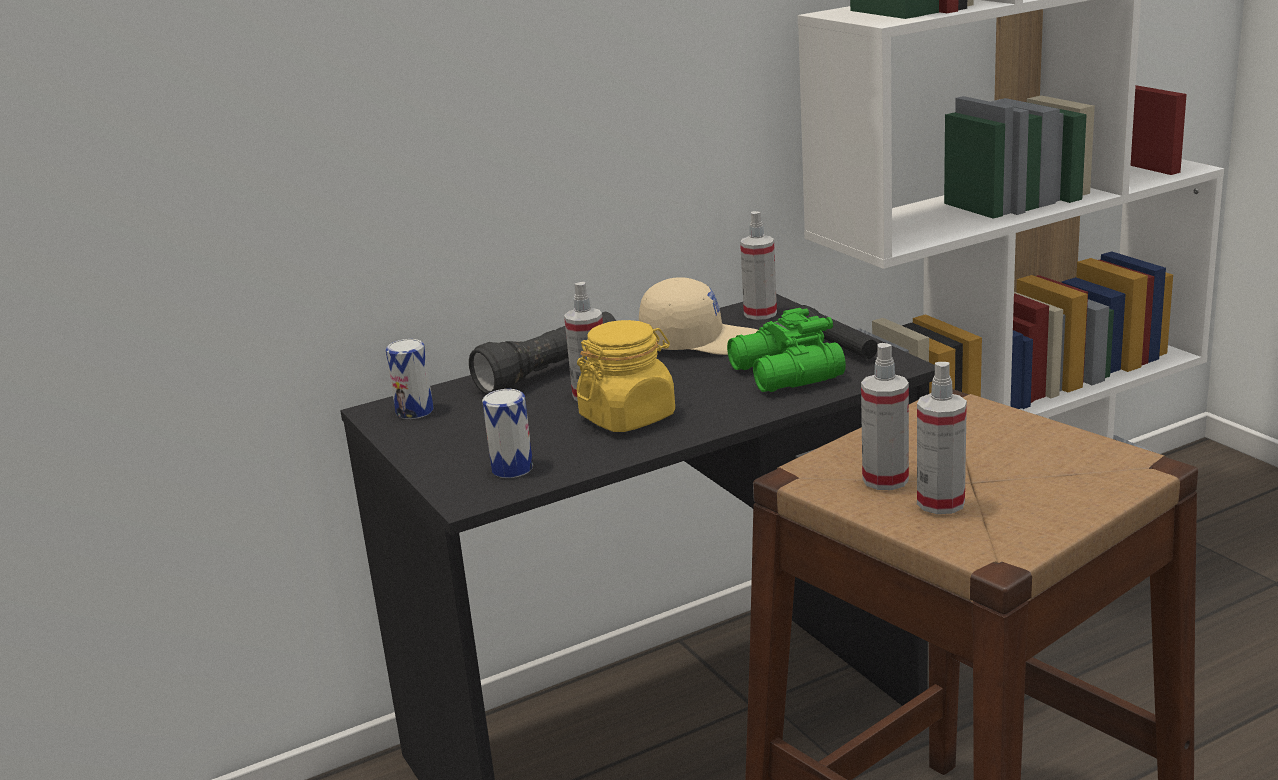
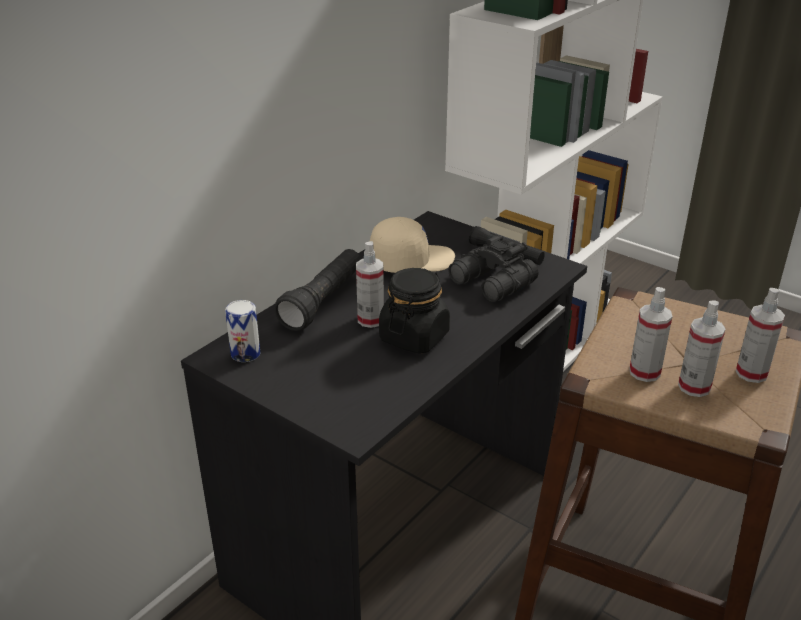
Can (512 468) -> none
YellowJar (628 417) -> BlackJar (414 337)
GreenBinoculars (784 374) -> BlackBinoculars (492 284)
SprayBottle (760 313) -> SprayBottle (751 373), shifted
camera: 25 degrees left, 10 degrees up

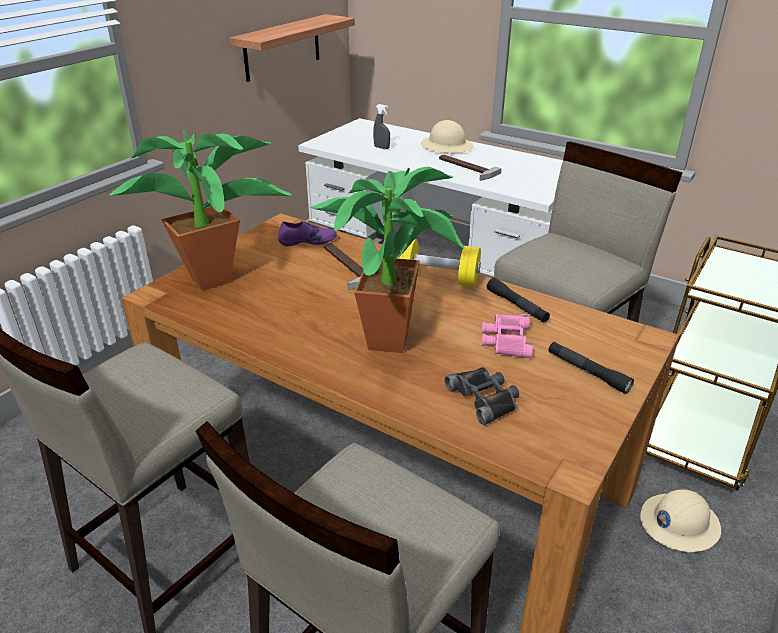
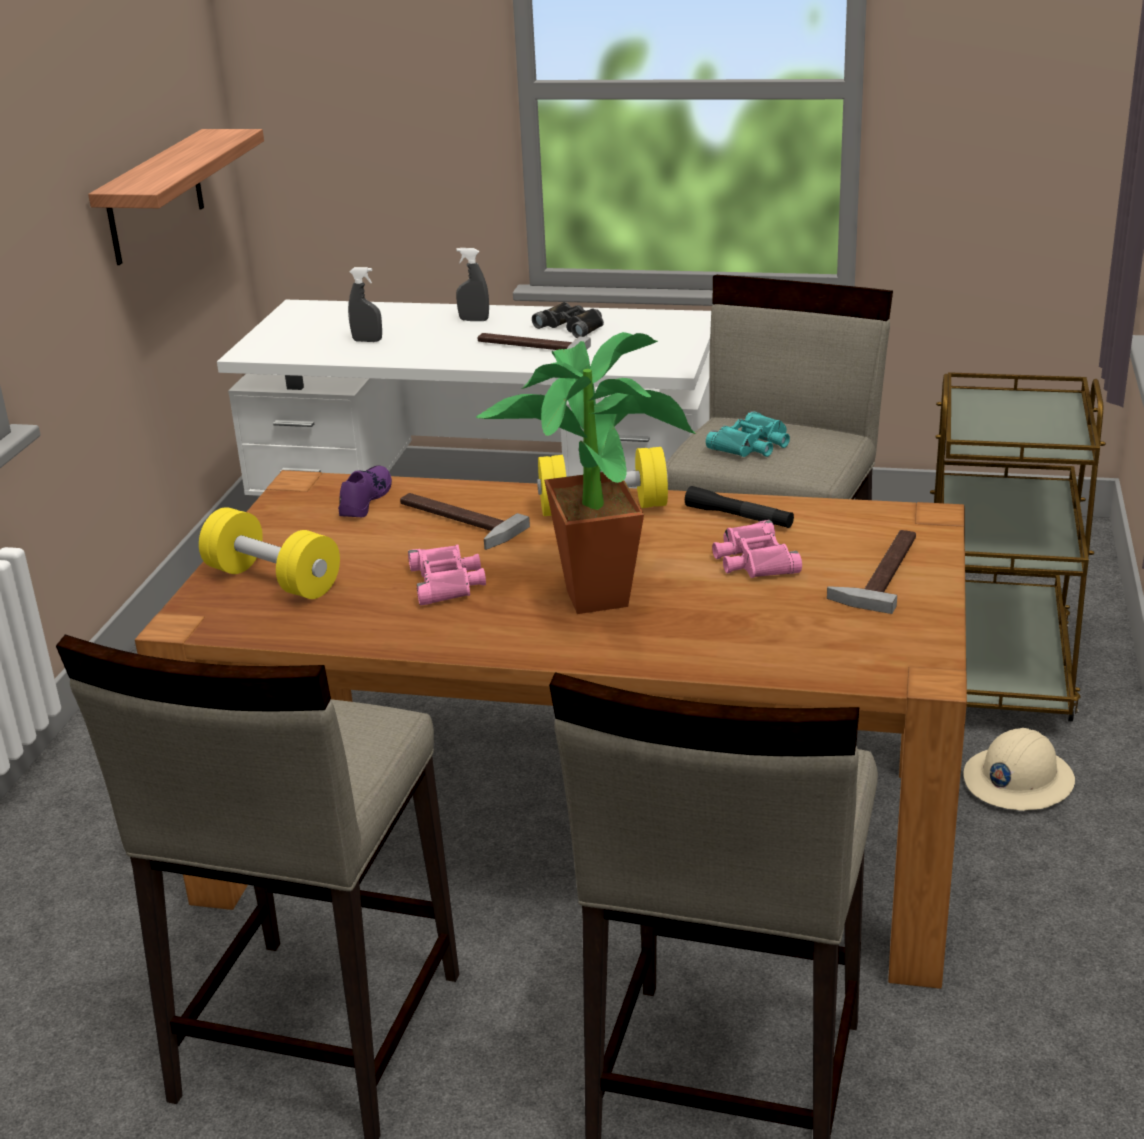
PottedPlant (220 279) -> YellowDumbbell (273 580)
PurpleShoe (307 241) -> PurpleShoe (364 500), 45 degrees counterclockwise
BeigeHardHat (447 146) -> GreySprayBottle (474 320)
BlackBinoculars (484 398) -> BlackBinoculars (572 326), shifted
BlackFlashlight (587 372) -> Hammer (879 571)
none -> PinkBinoculars (447 582)
none -> TurquoiseBinoculars (752 444)
camera: 20 degrees left, 5 degrees down

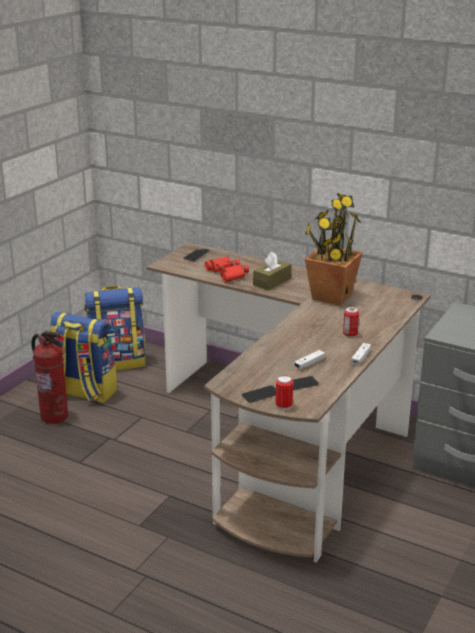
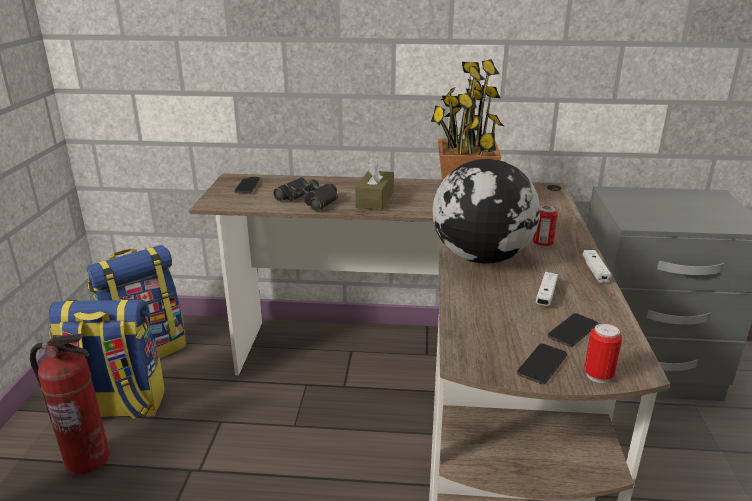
RedBinoculars (227 274) -> BlackBinoculars (308 200)
none -> Globe (482 258)
camera: 25 degrees left, 0 degrees up

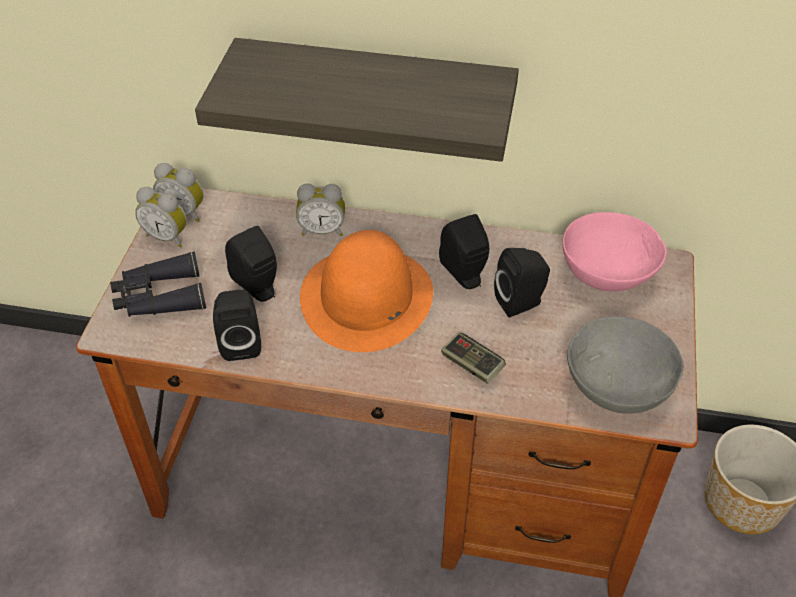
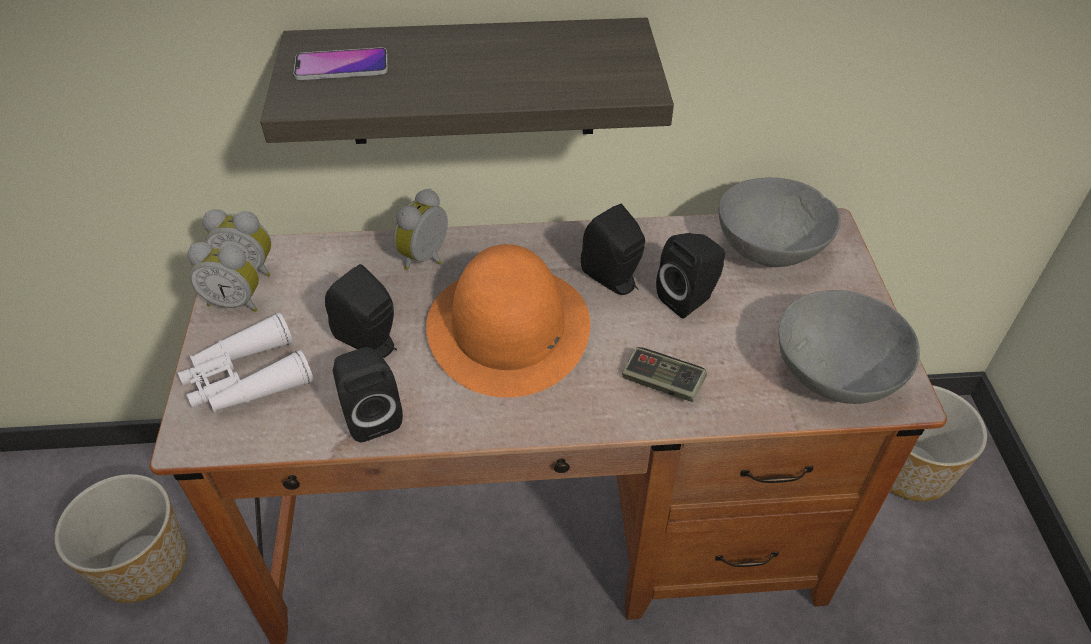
BlackBinoculars (159 297) -> WhiteBinoculars (246 379)
AlarmClock (322 230) -> AlarmClock (427 259), 135 degrees clockwise
PinkBowl (607 274) -> GreyBowl (769 248)
none -> Planter (143 562)
none -> Phone (341 66)
camera: 15 degrees left, 0 degrees up

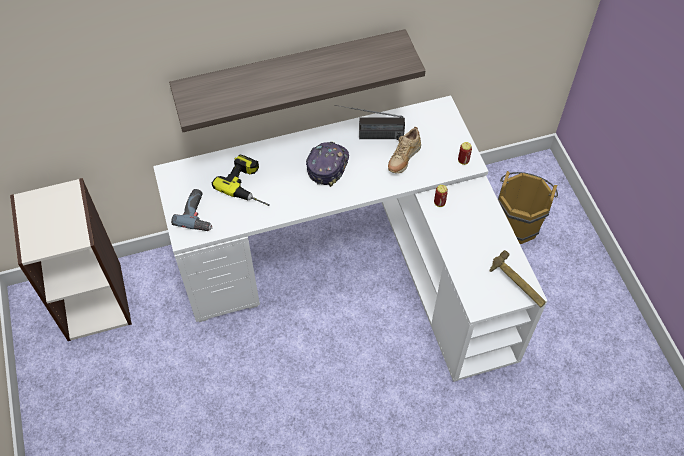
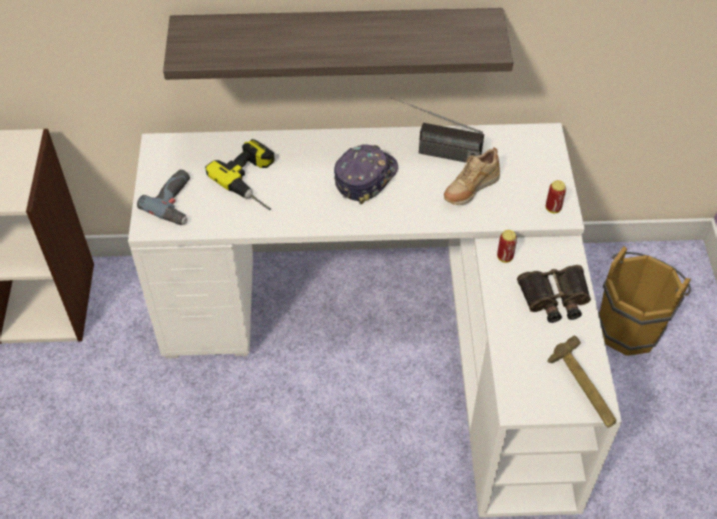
none -> Binoculars (555 298)
camera: 15 degrees right, 5 degrees down

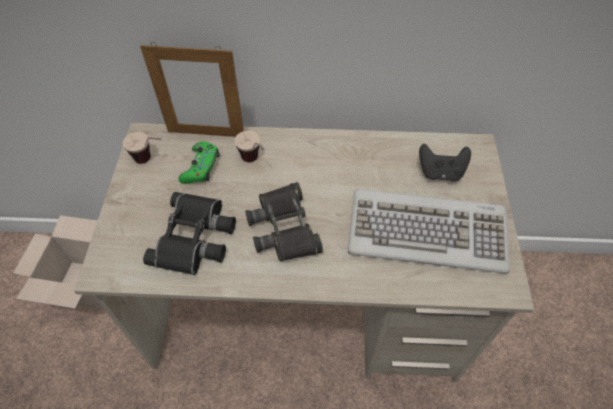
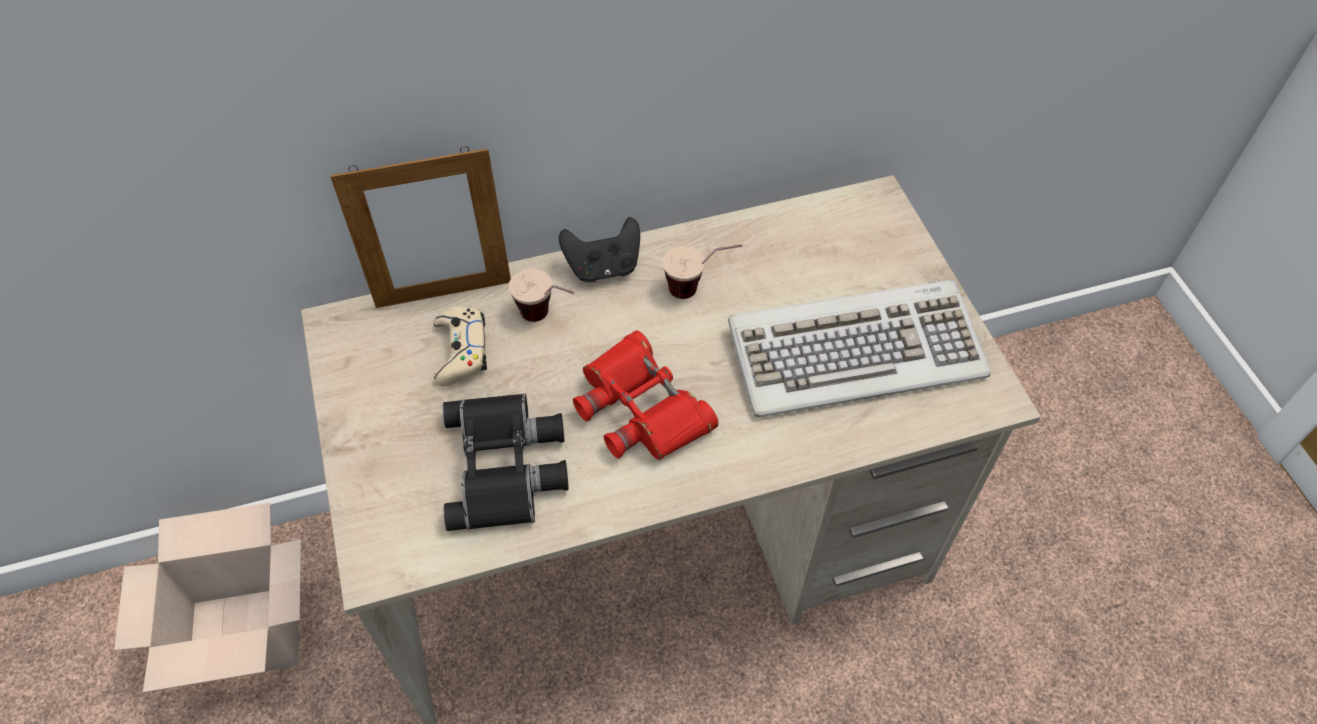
Cup (151 160) -> Cup (699 289), shifted
GreenGameController (200 167) -> BeigeGameController (461 351)
BlackBinoculars (284 228) -> RedBinoculars (641 408)
BlackGameController (440 172) -> BlackGameController (603 267), shifted
camera: 20 degrees left, 0 degrees up

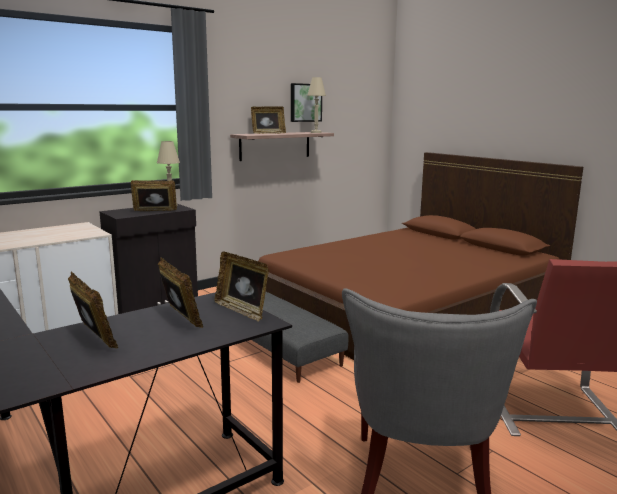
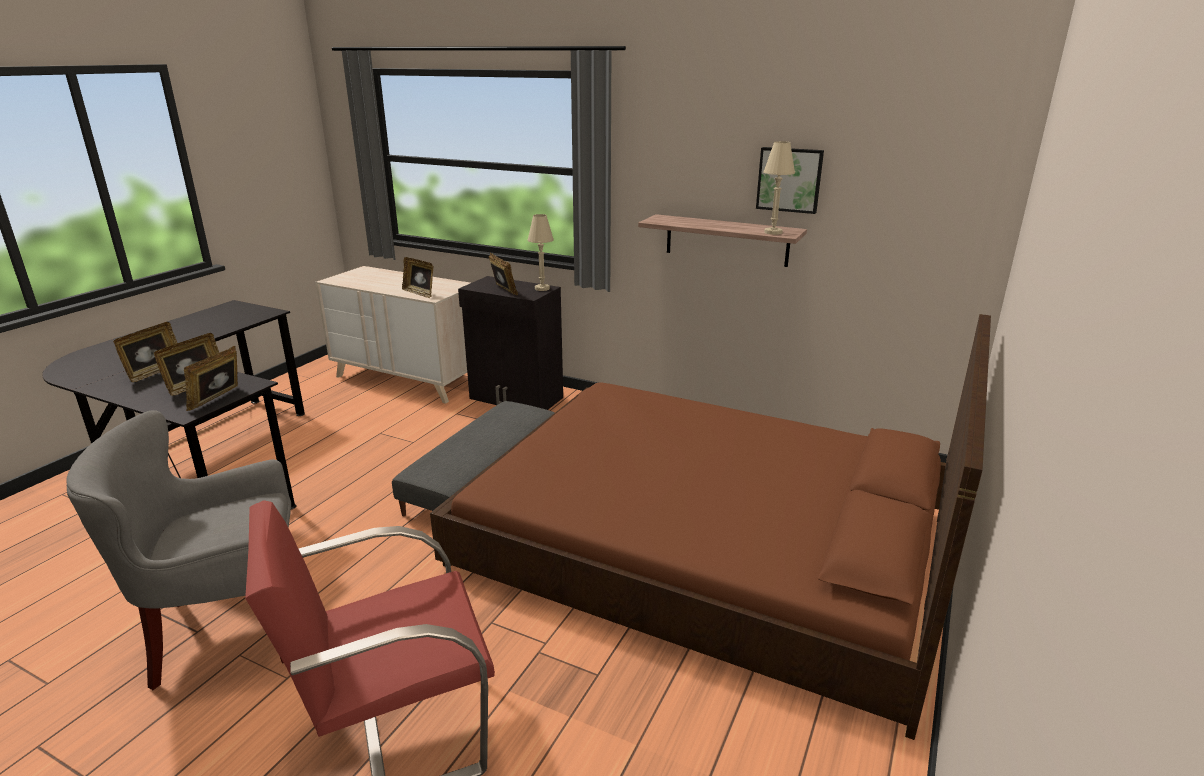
PictureFrame (268 133) -> PictureFrame (420 293), shifted
camera: 65 degrees right, 10 degrees up

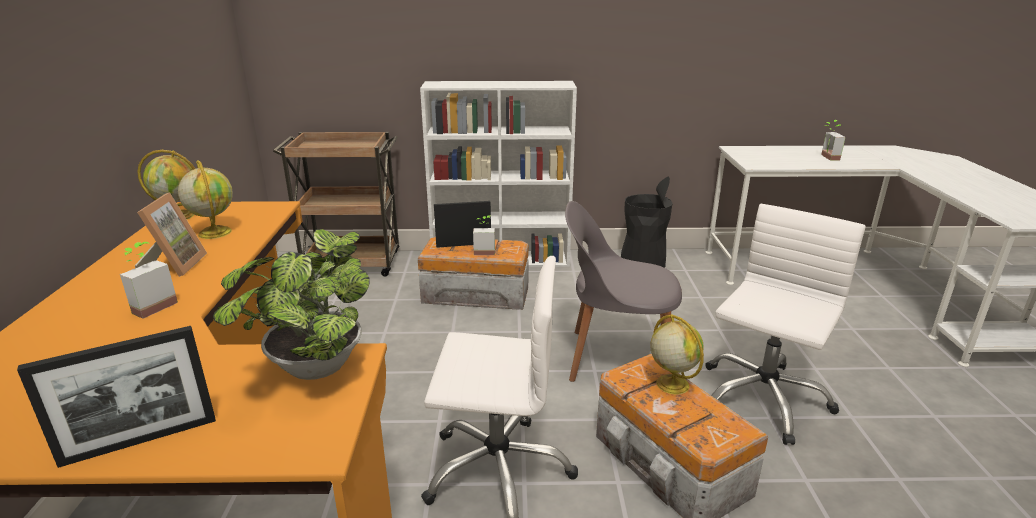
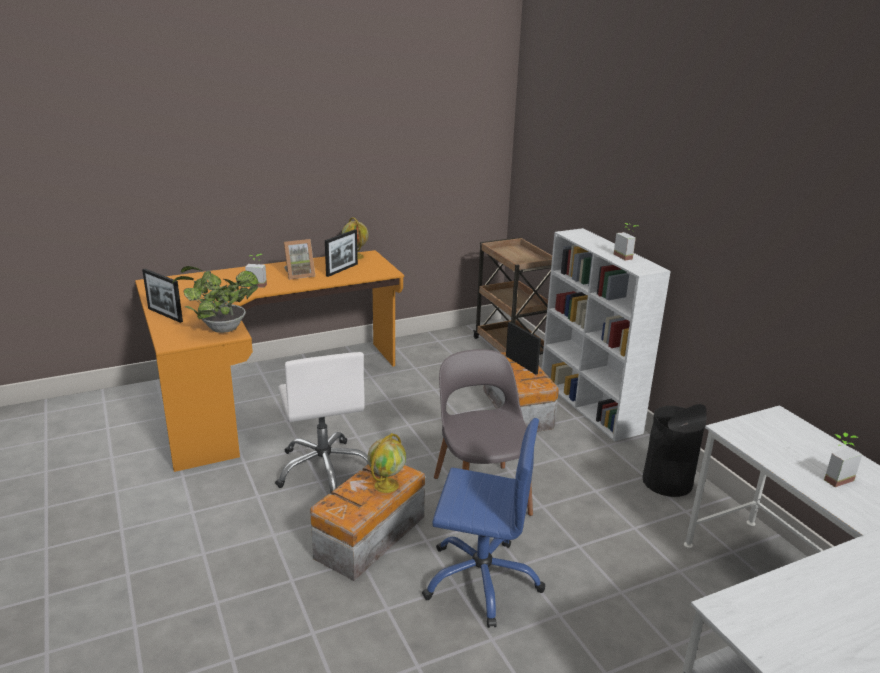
Globe (214 232) -> PictureFrame (342 270)
PottedPlant (484 251) -> PottedPlant (626 256), shifted
WhiteOfficeChair (762 398) -> BlueOfficeChair (481 580)
camera: 65 degrees right, 0 degrees up

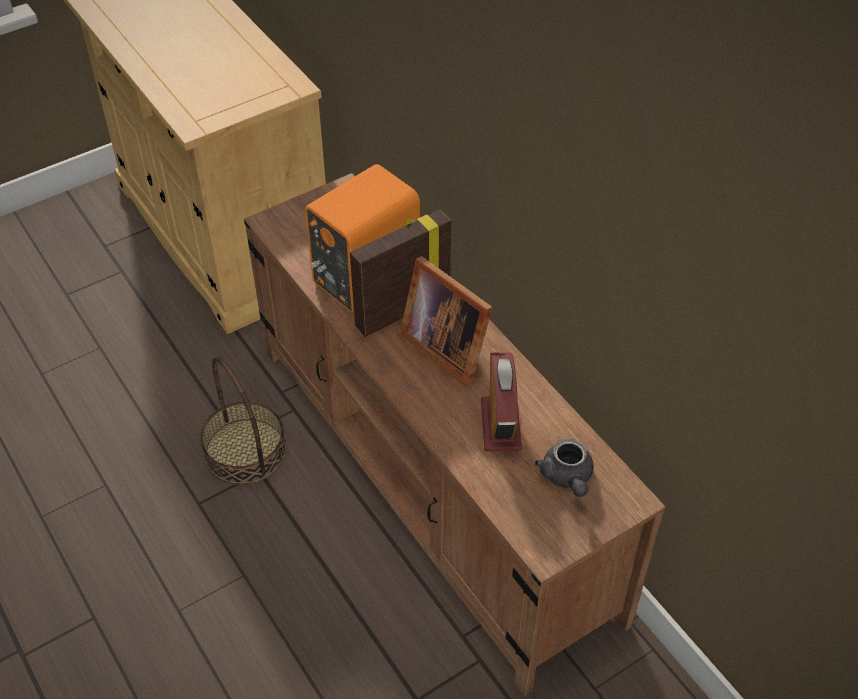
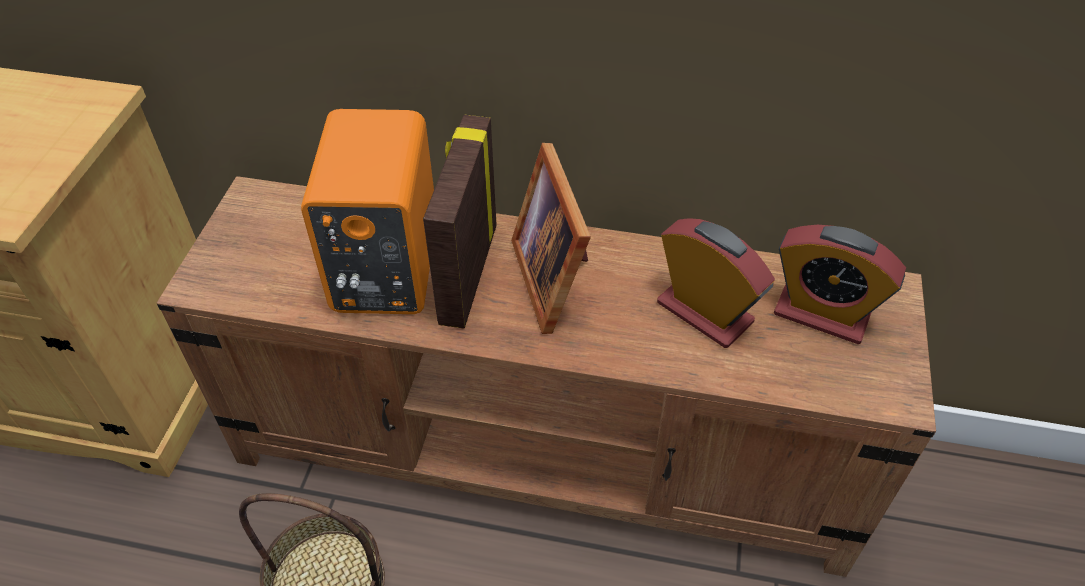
PictureFrame (446 346) -> PictureFrame (556 276), 75 degrees clockwise
GreyTeapot (567 477) -> AlarmClock (821 313)
camera: 45 degrees left, 0 degrees up

